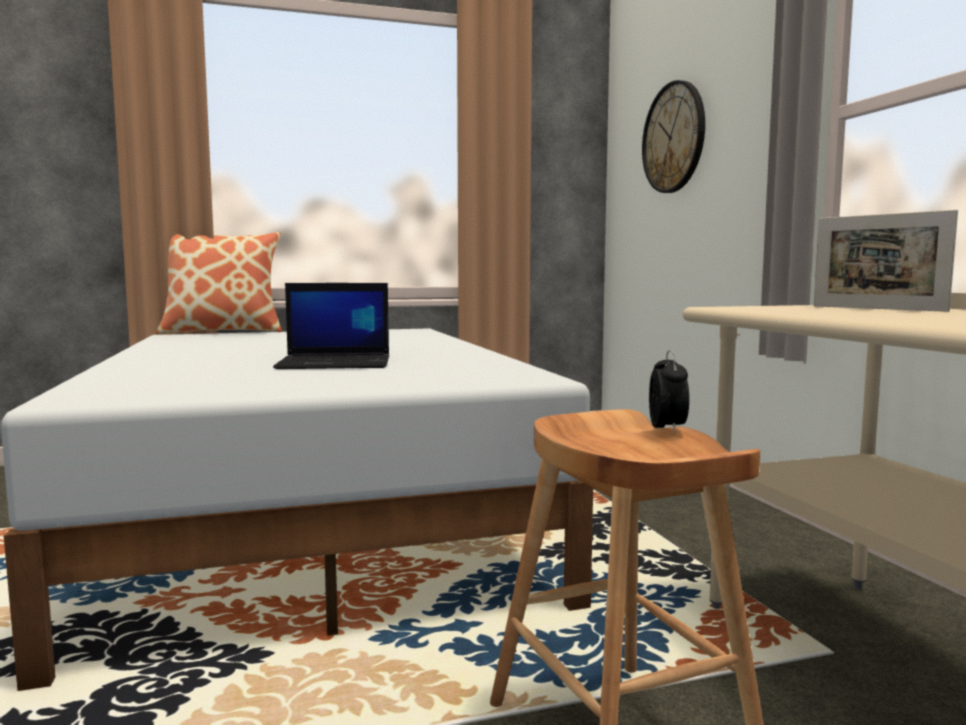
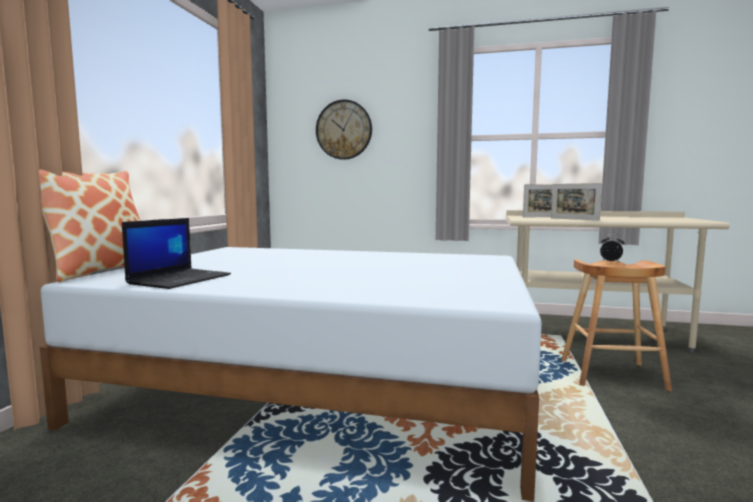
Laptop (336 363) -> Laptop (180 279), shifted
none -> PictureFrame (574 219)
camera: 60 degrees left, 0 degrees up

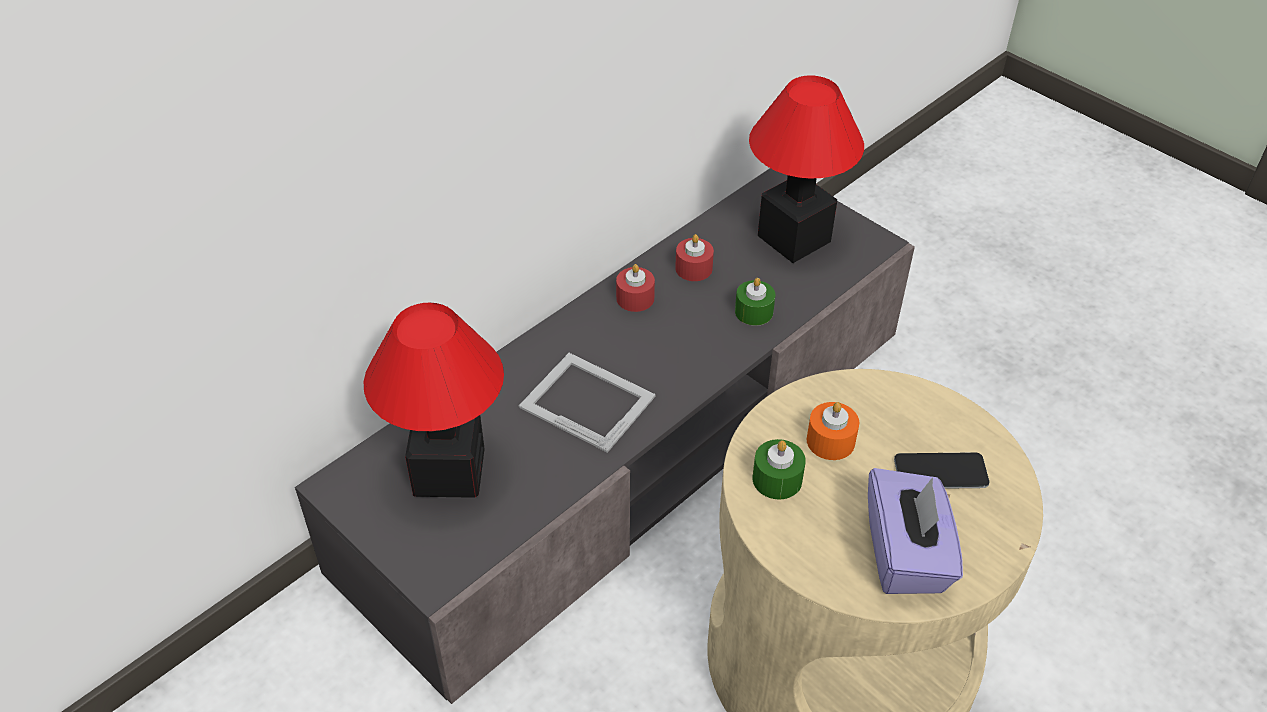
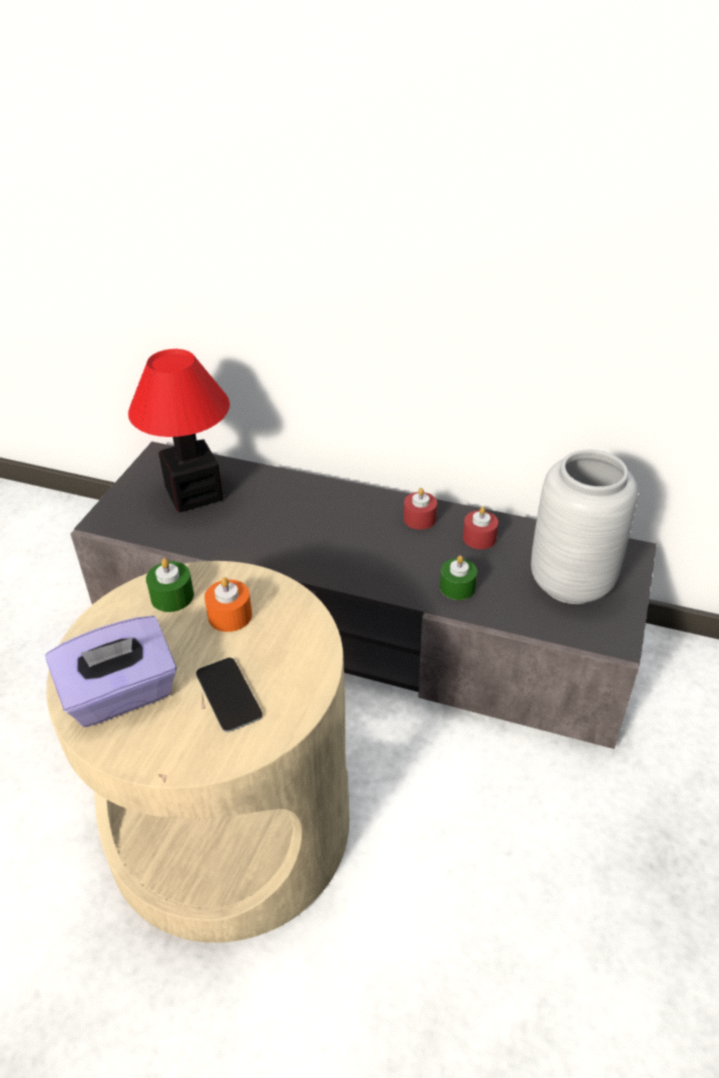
PictureFrame (586 400) -> none
TableLamp (795 237) -> GreyVase (572 584)
camera: 65 degrees right, 5 degrees down

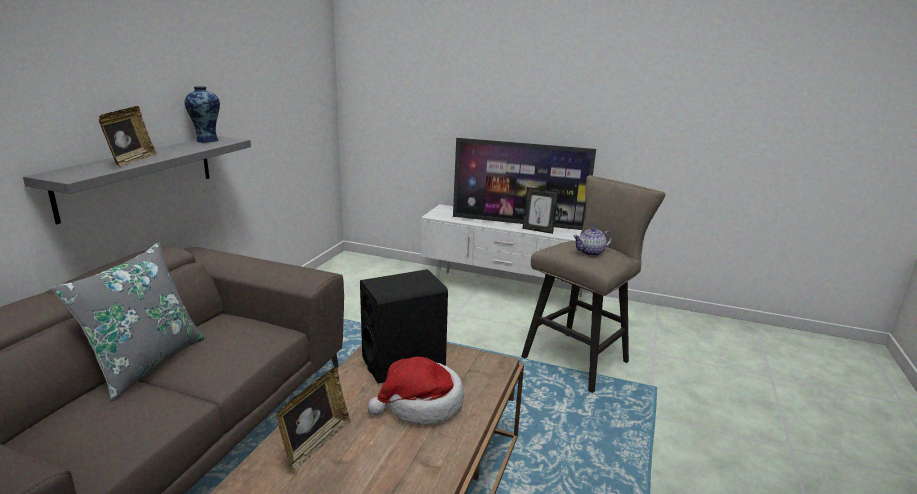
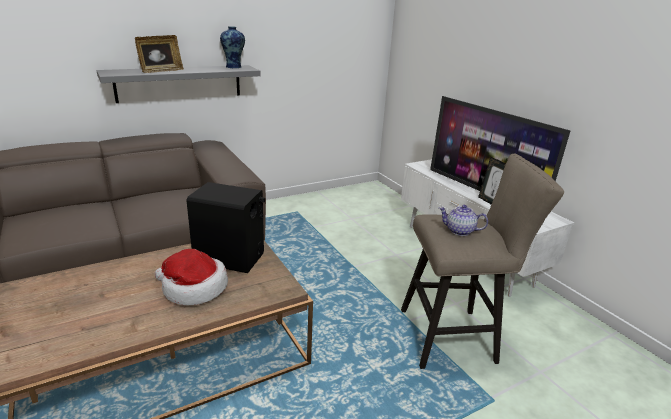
GreyPillow (146 363) -> none
PictureFrame (315 444) -> none
camera: 40 degrees right, 5 degrees up

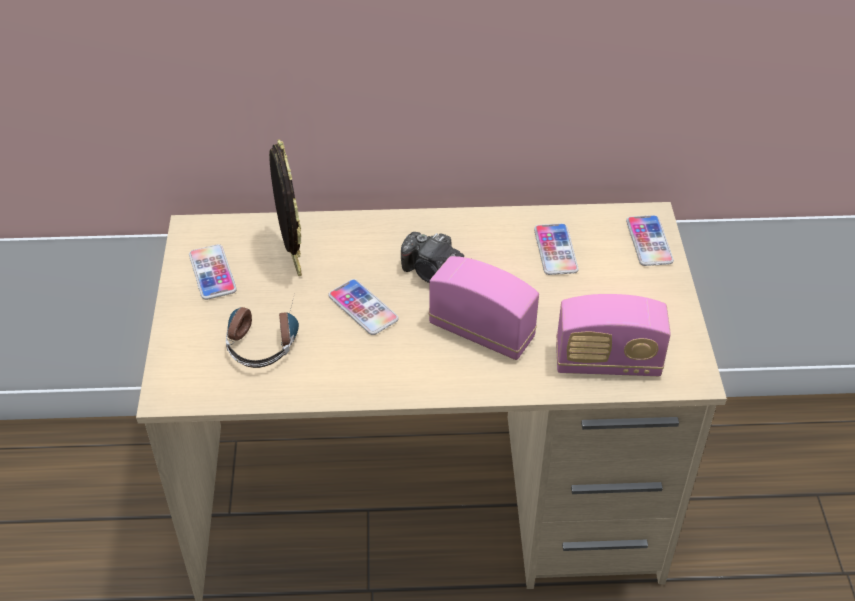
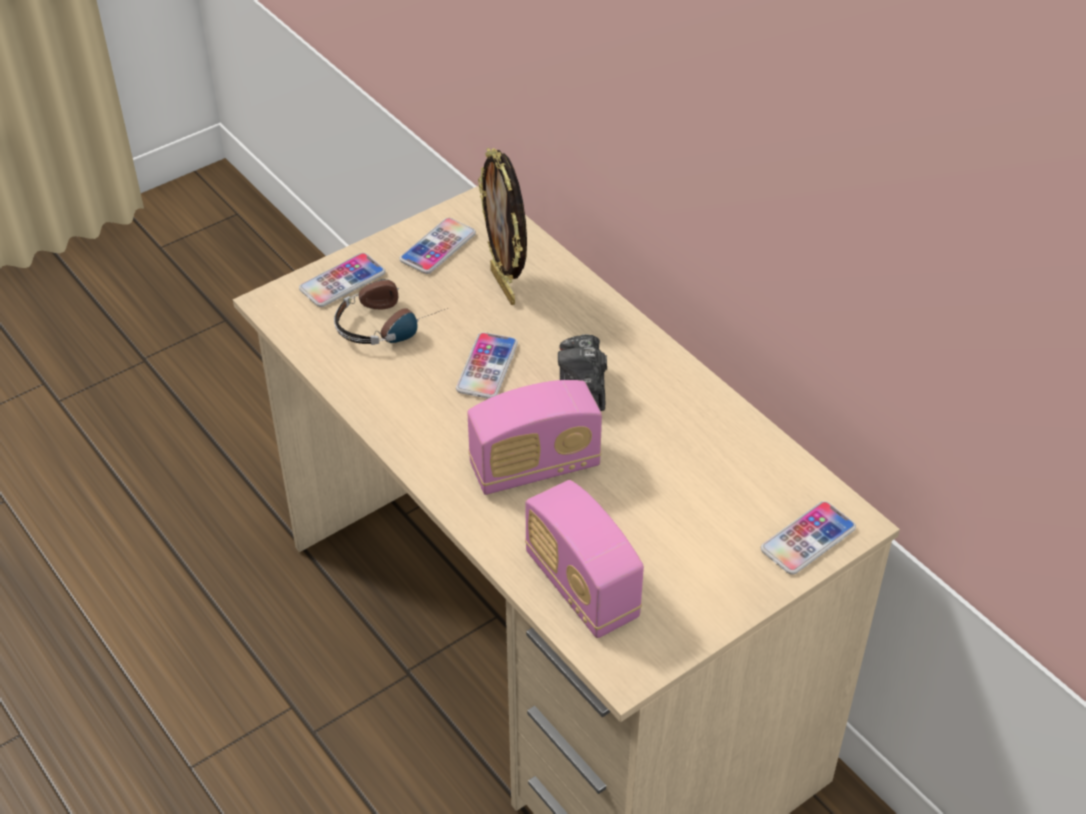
PictureFrame (292 259) -> PictureFrame (505 286), 120 degrees clockwise
Radio (481 332) -> Radio (535 467), 75 degrees clockwise
Phone (555 250) -> Phone (342 281), shifted
camera: 55 degrees right, 0 degrees up

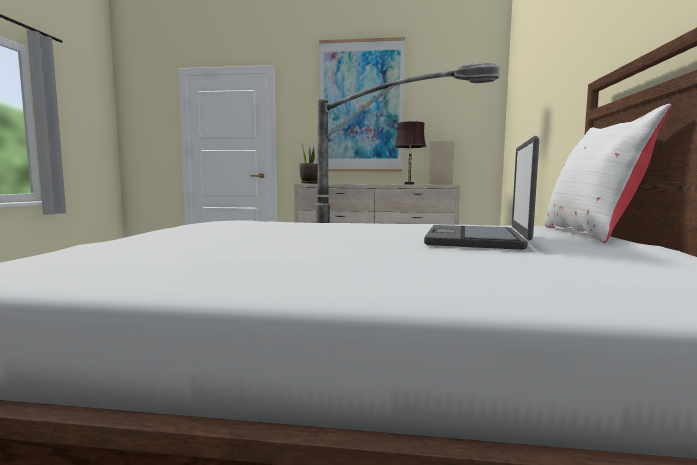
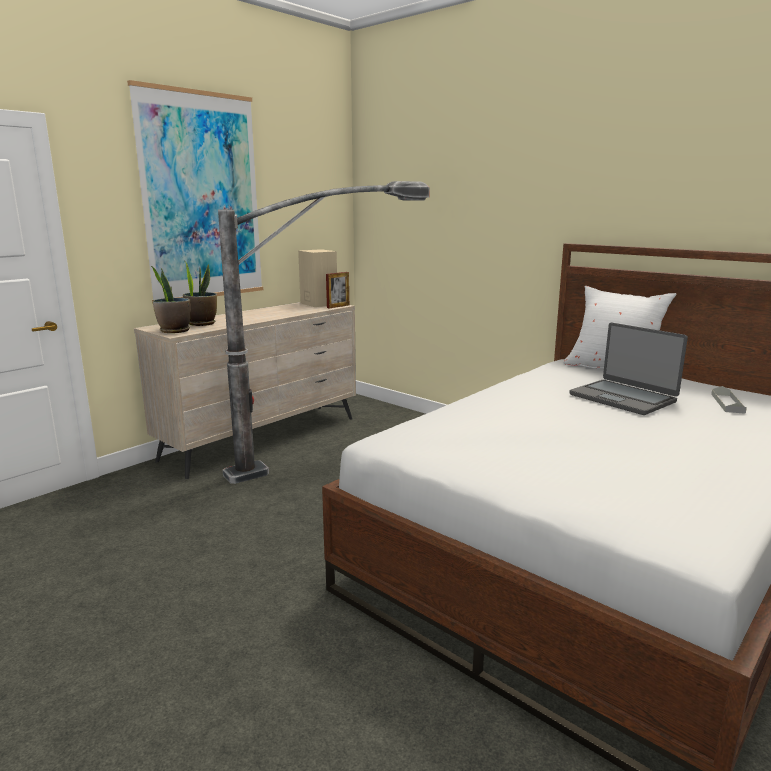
BrownTableLamp (409 184) -> none
none -> PottedPlant (202 323)
none -> PictureFrame (338 306)
none -> GreyTray (727 403)
camera: 55 degrees left, 10 degrees up

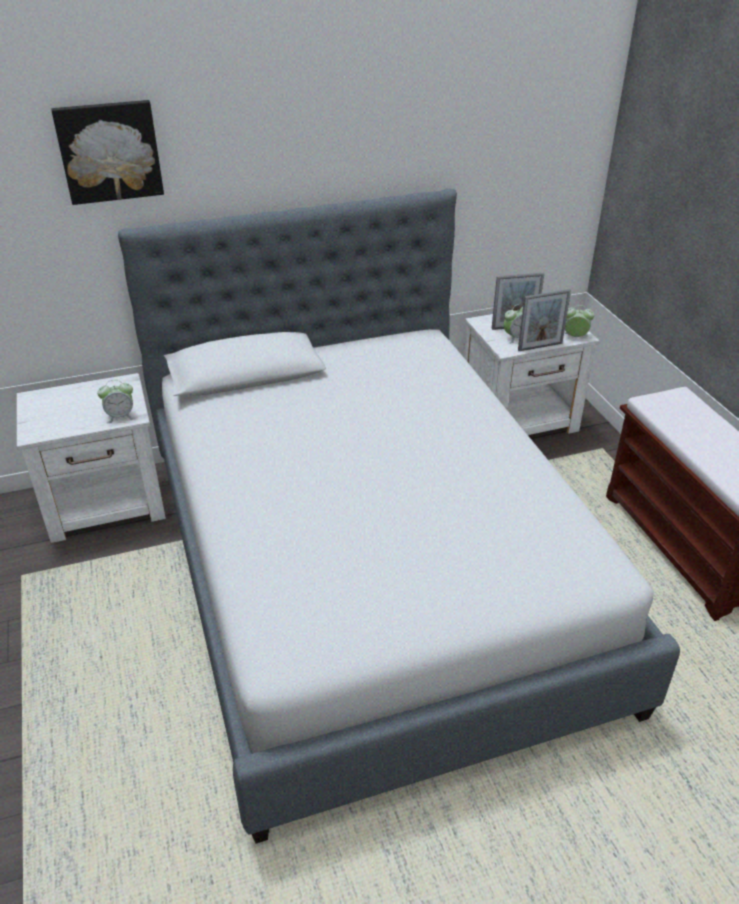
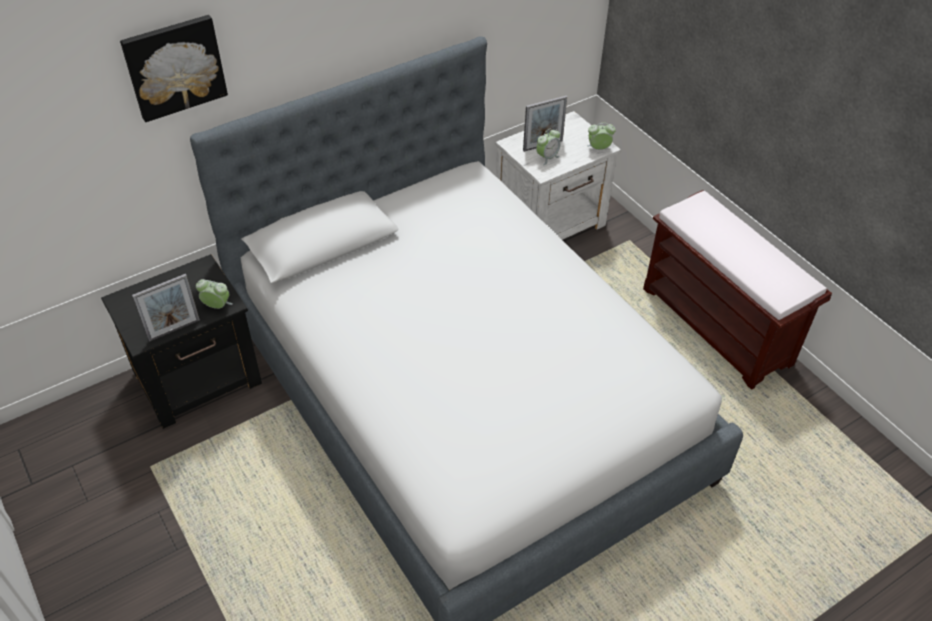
WhiteNightstand (107 504) -> BlackNightstand (199 378)
AlarmClock (120 416) -> AlarmClock (217 306), 135 degrees counterclockwise
PictureFrame (540 347) -> PictureFrame (174 330), shifted
camera: 15 degrees left, 10 degrees up

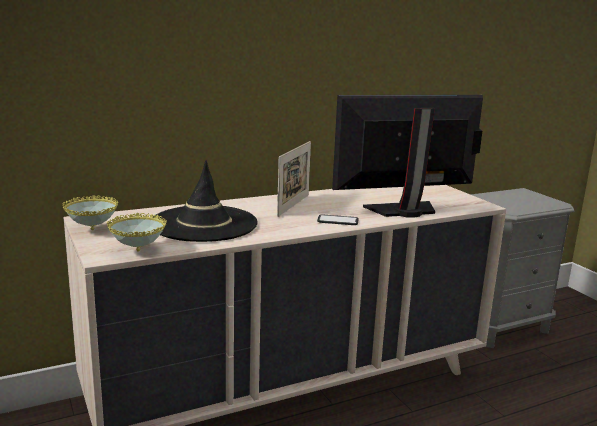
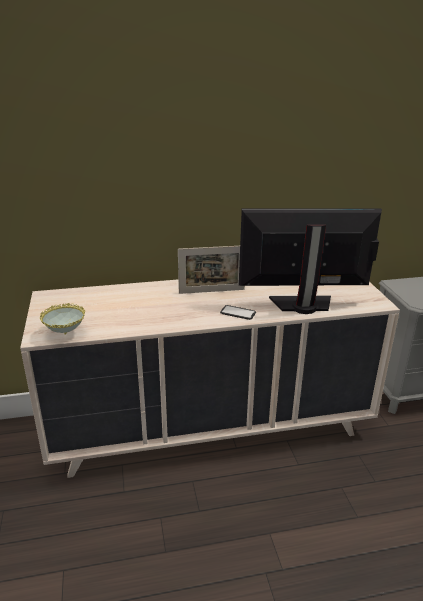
Bowl (92 230) -> none
BlackHat (203 224) -> none
PictureFrame (293 205) -> PictureFrame (211 291), 45 degrees clockwise
camera: 15 degrees right, 10 degrees up

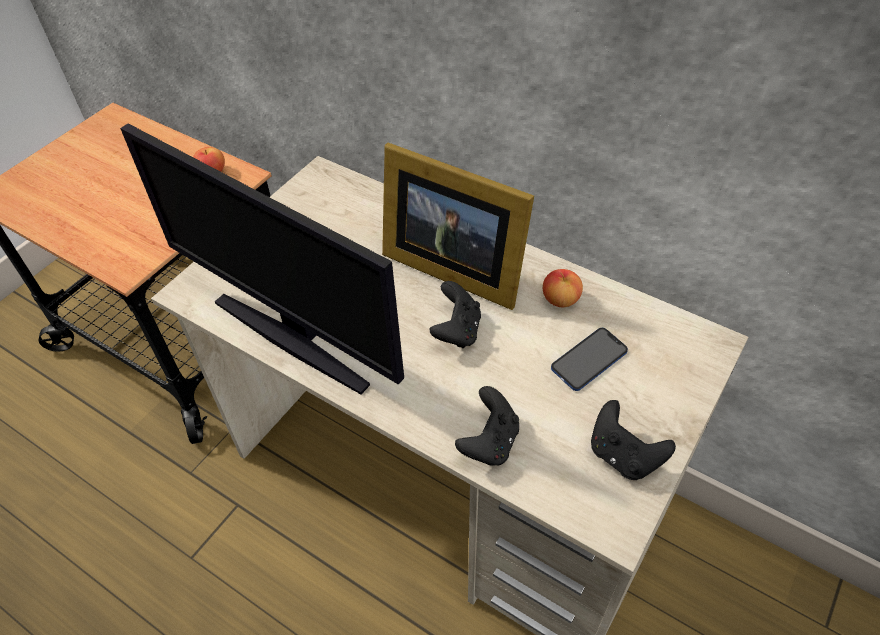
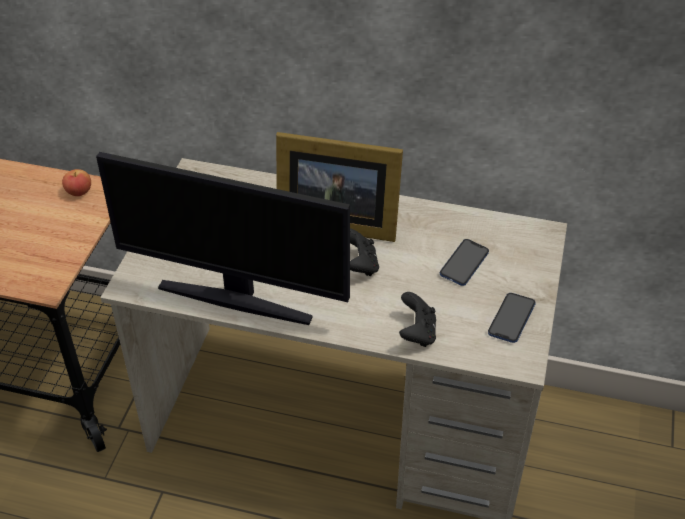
Apple (560 299) -> none
BlackGameController (623 456) -> Phone (511 319)
camera: 20 degrees left, 5 degrees down

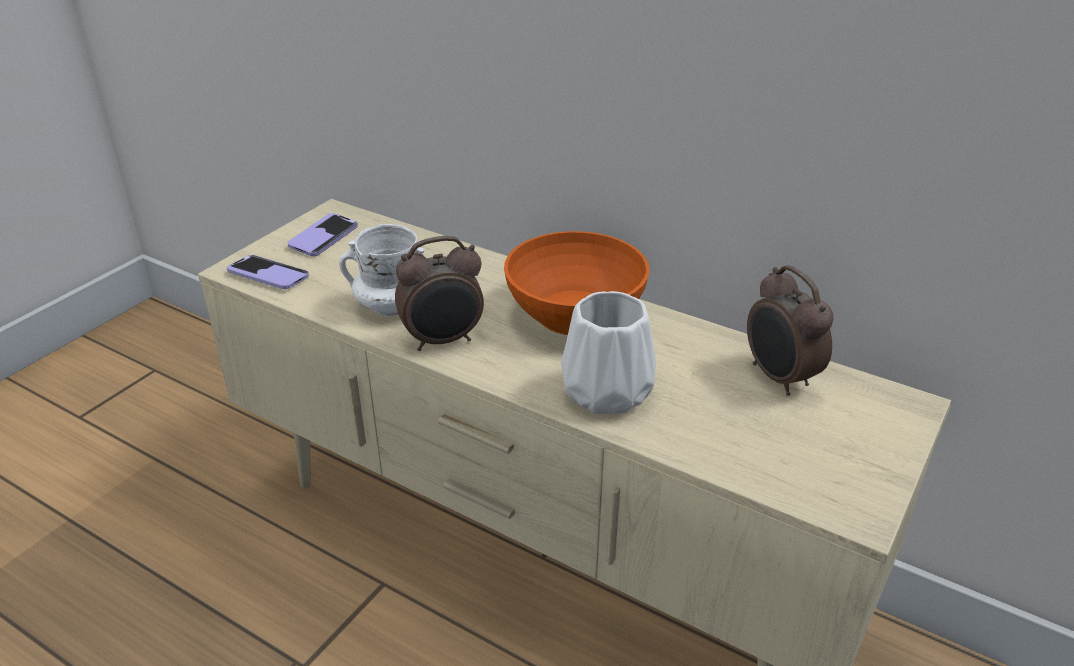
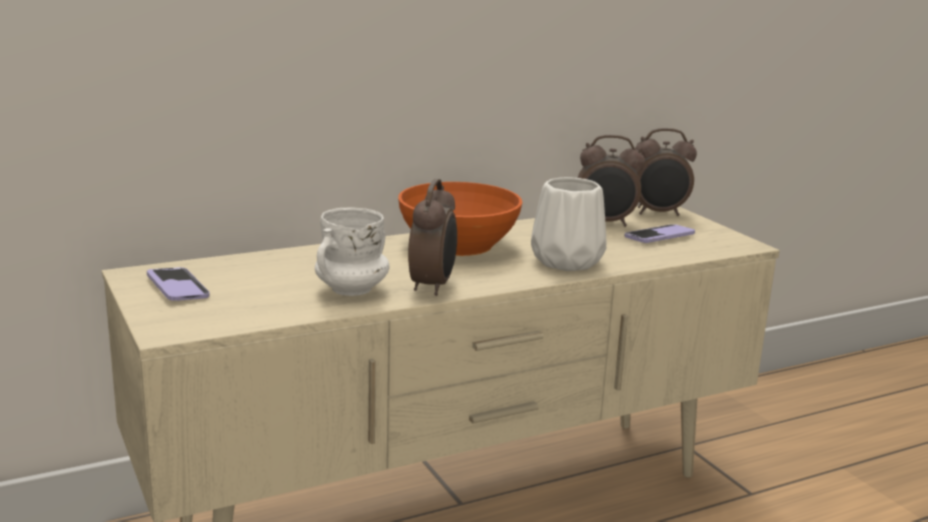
Phone (268 274) -> Phone (659 236), shifted
none -> AlarmClock (658 213)
camera: 60 degrees left, 15 degrees down

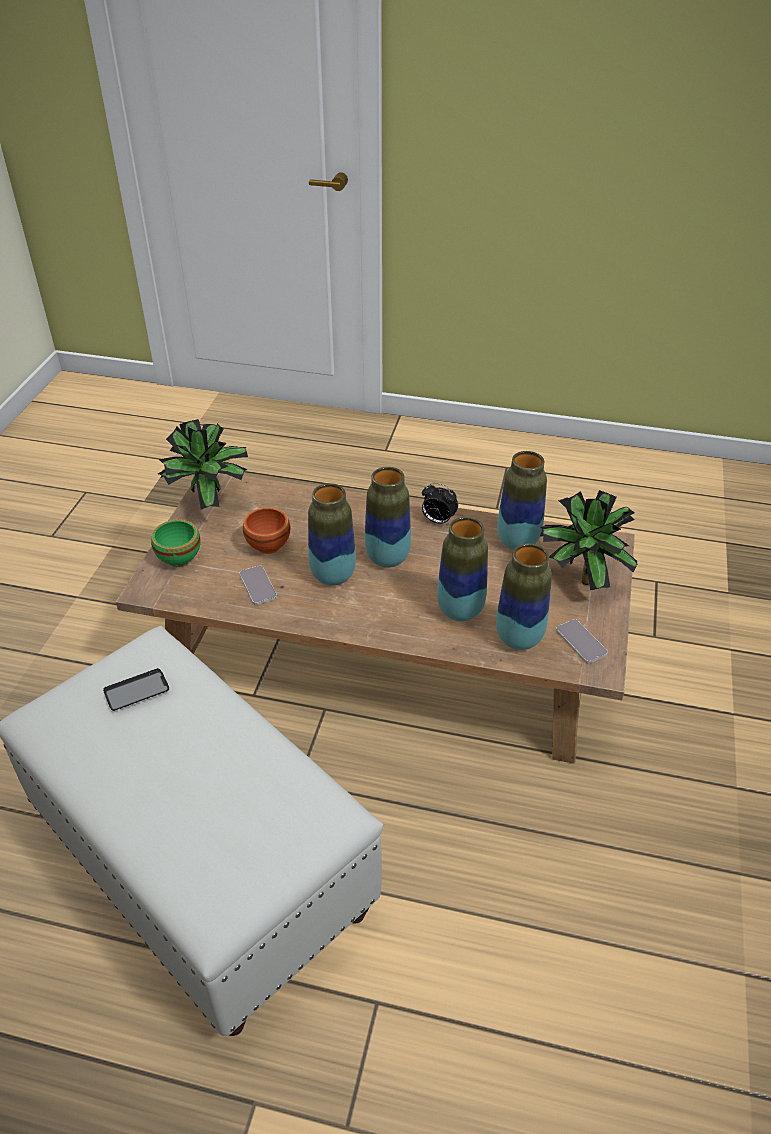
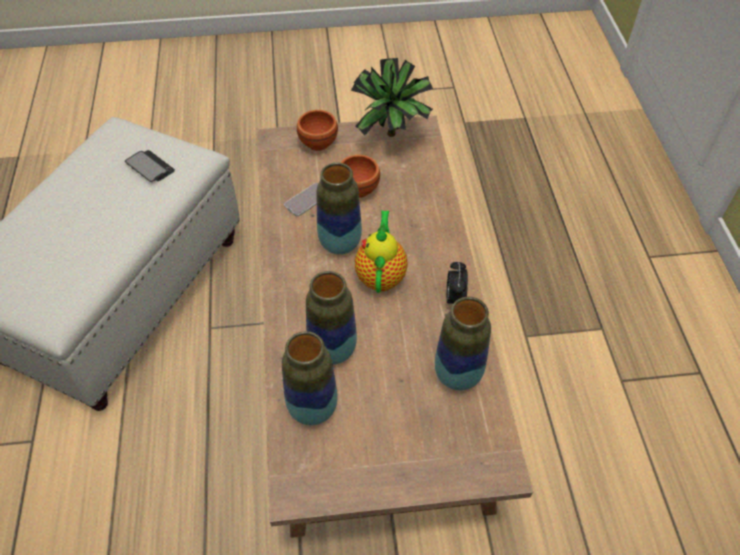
GreenBowl (179 560) -> BrownBowl (317 144)
Vase (387 558) -> Teapot (381 275)
PottedPlant (578 580) -> none
Phone (581 642) -> none
camera: 70 degrees right, 10 degrees up

